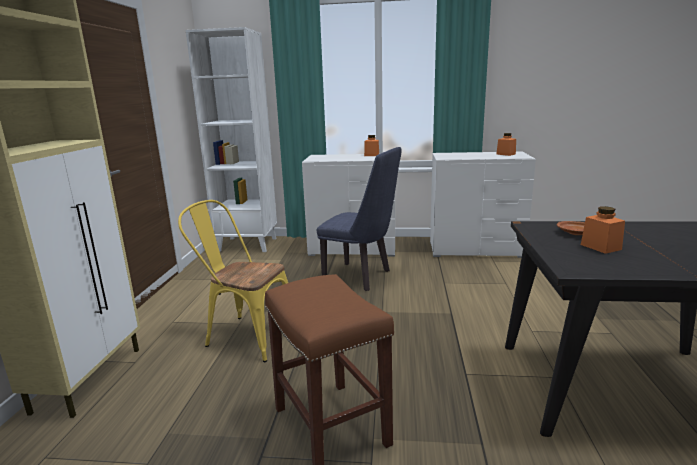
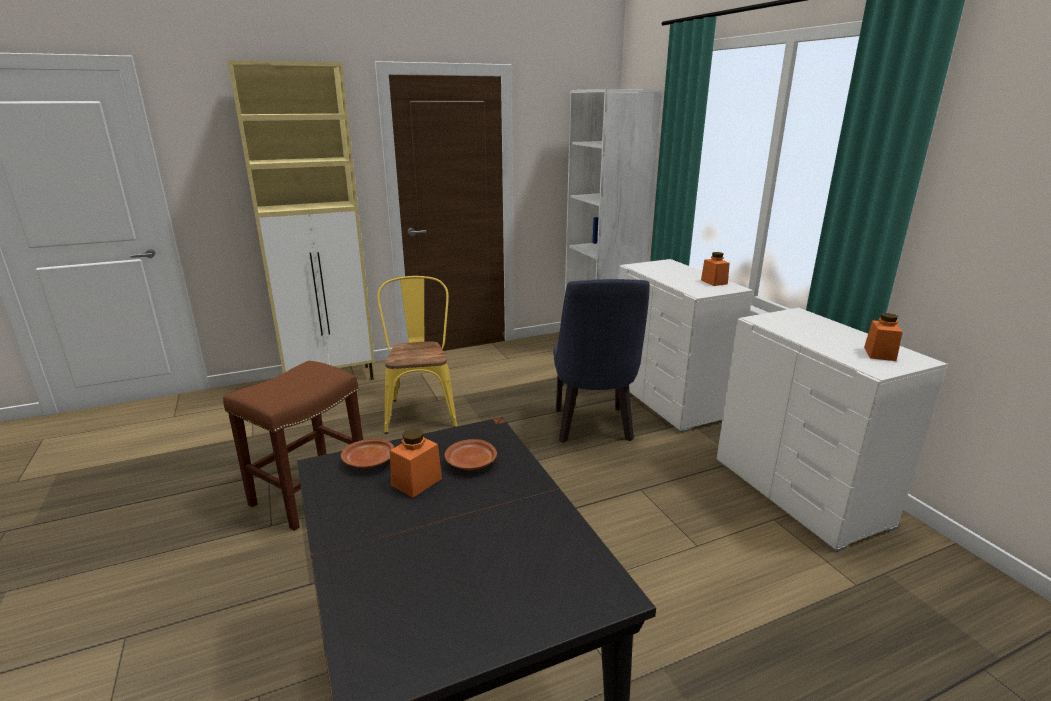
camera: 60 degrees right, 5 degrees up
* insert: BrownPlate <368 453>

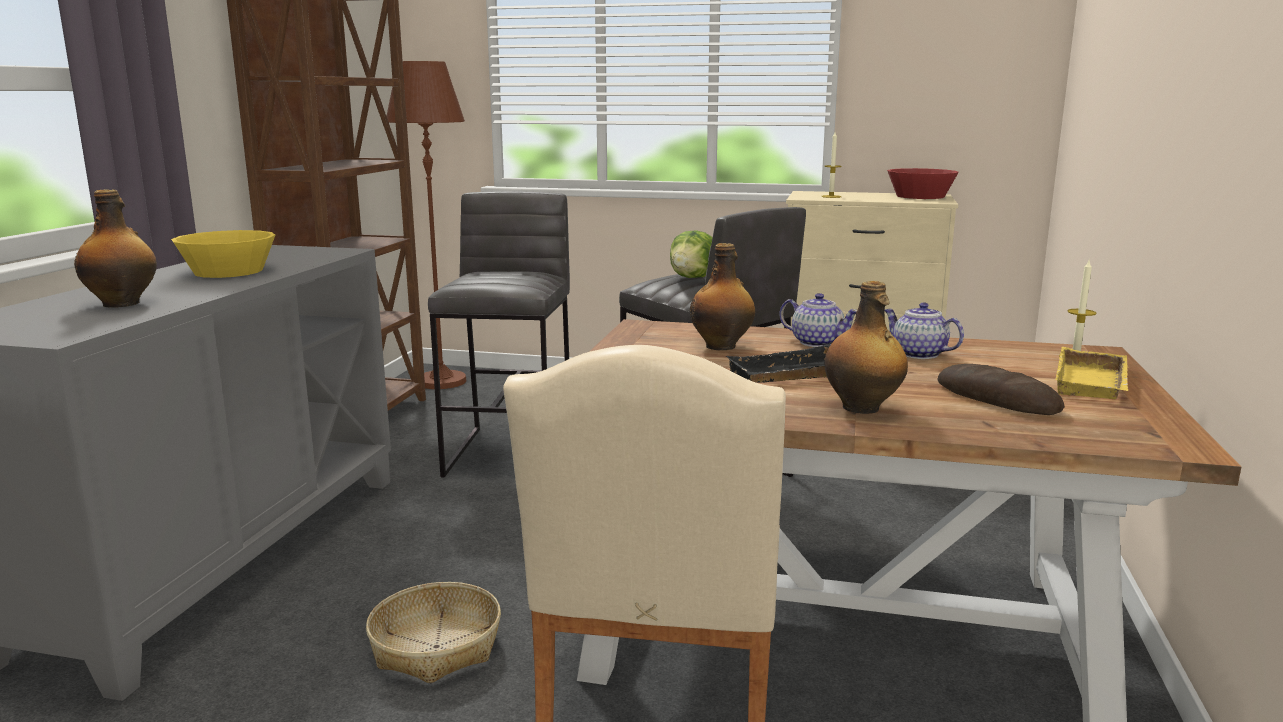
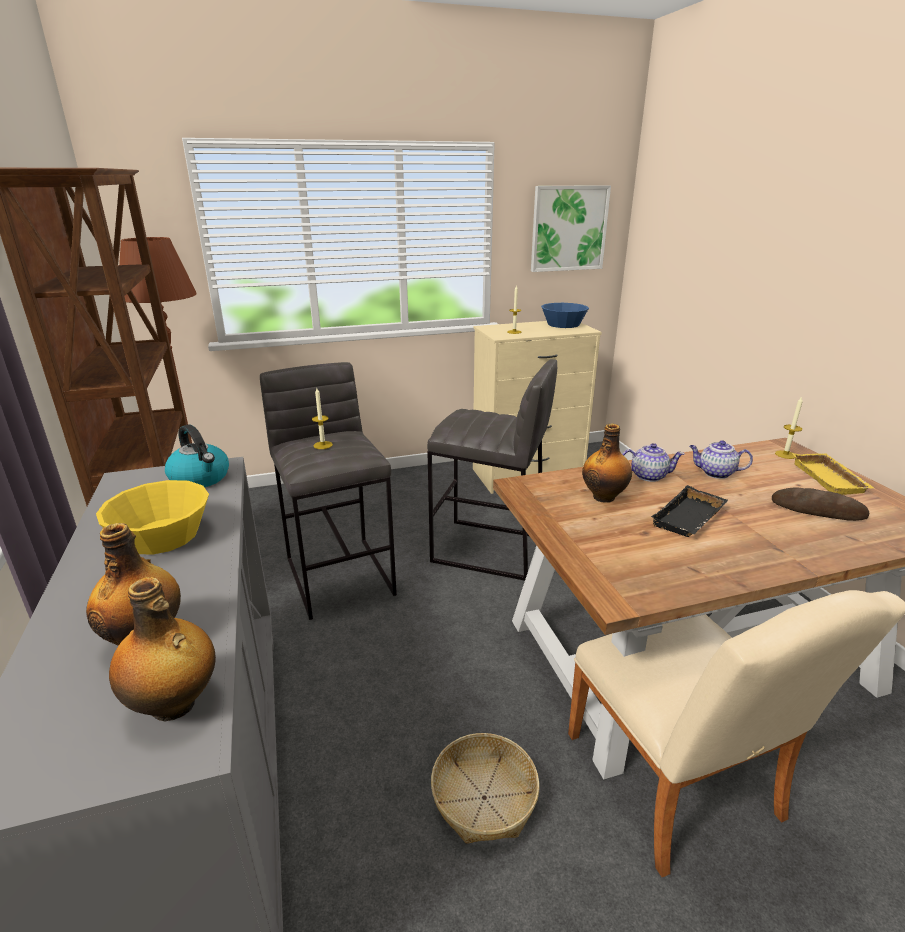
camera: 30 degrees left, 10 degrees up
* recolor: RedBowl <923 183> to BlueBowl <565 315>
* delete: Lettuce <691 254>
* move: Bottle <866 347> to <162 649>
* insert: Picture <571 228>
* insert: Candle <322 418>
* insert: Kettle <197 455>

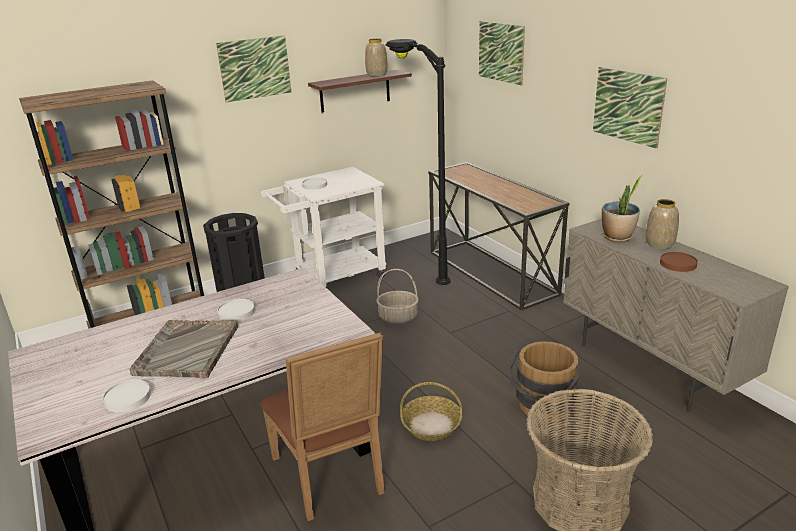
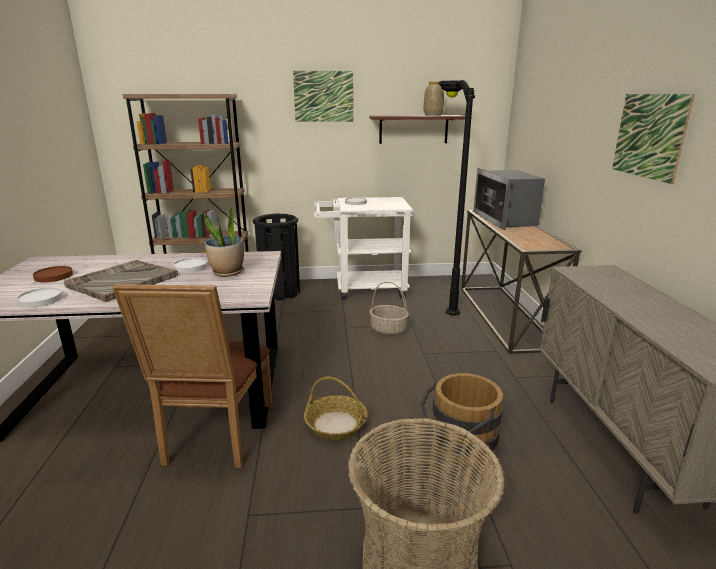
camera: 25 degrees right, 5 degrees down
* delete: Picture <502 53>
* move: PottedPlant <622 208> to <224 242>
* delete: Vase <662 224>
* move: BrownPlate <679 262> to <53 274>
* insert: Microwave <509 199>

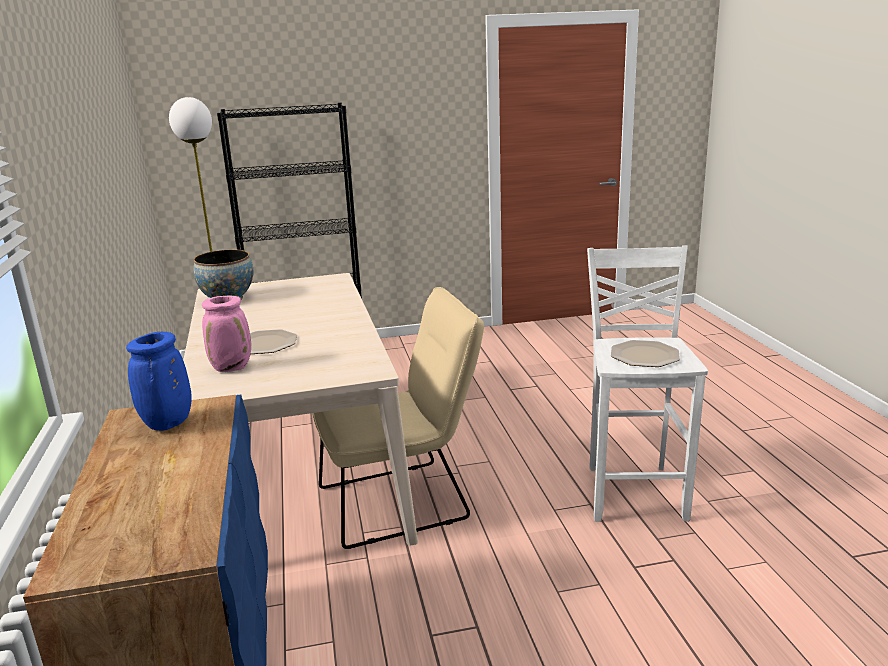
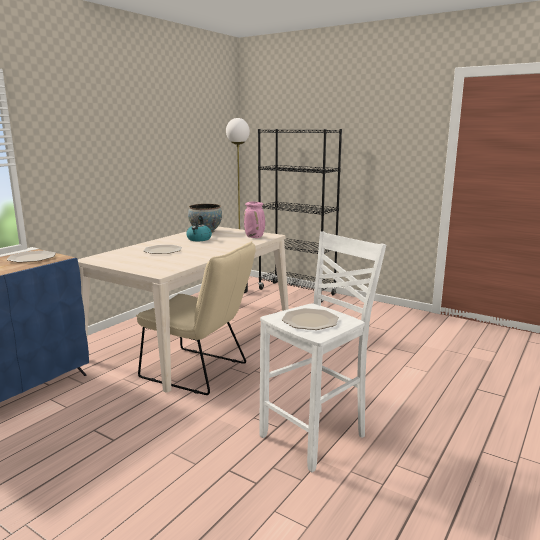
camera: 45 degrees right, 5 degrees down
* move: PinkVase <226 334> to <254 220>
* replace: BlueVase <159 381> to Plate <31 257>
* insert: Kettle <199 228>

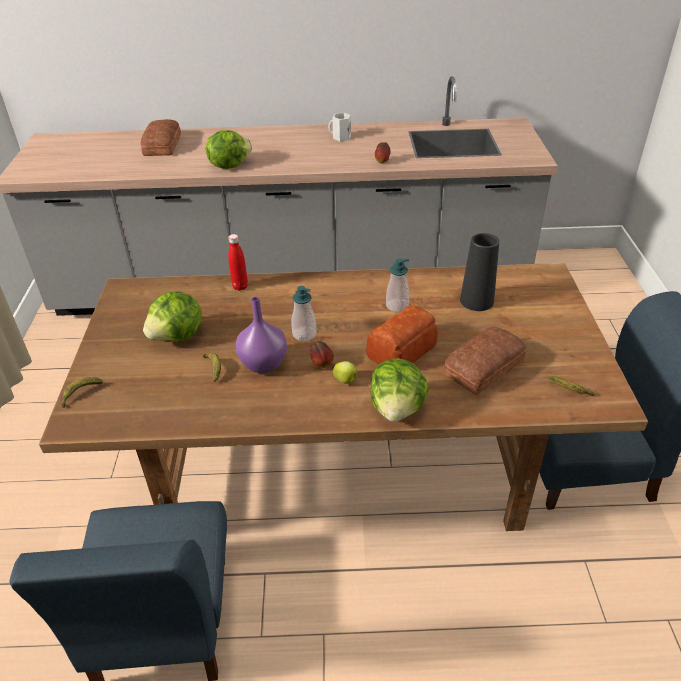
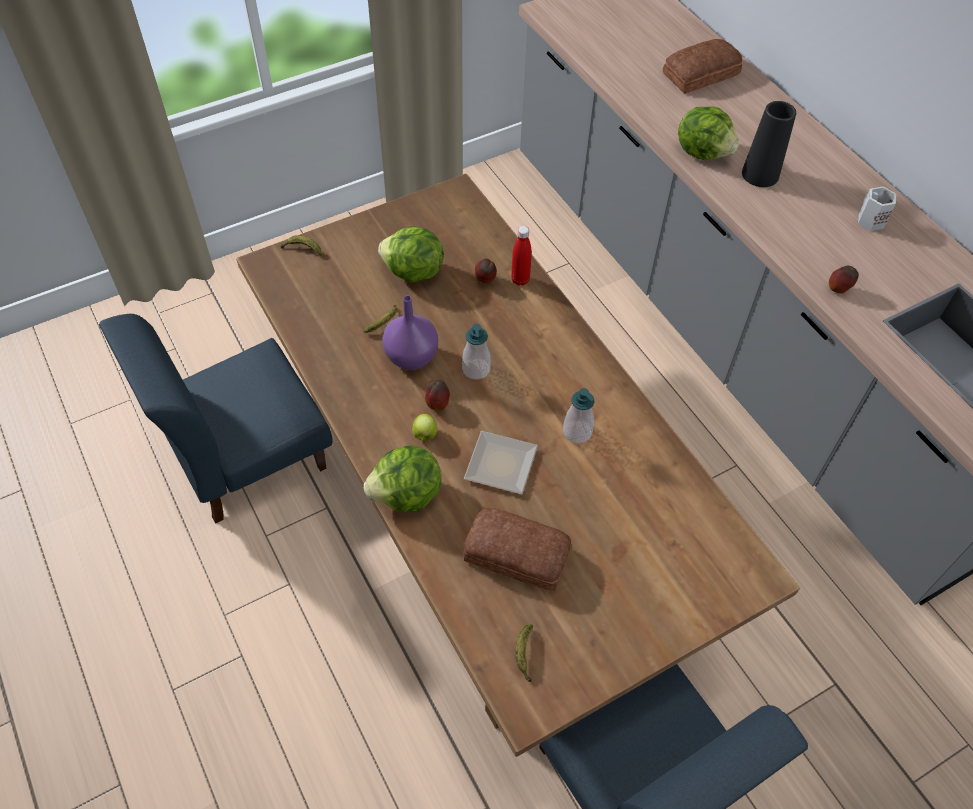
camera: 60 degrees right, 15 degrees up
* move: BlackVase <479 272> to <769 144>
* replace: Bread <402 335> to Plate <501 462>
* insert: Apple <486 271>

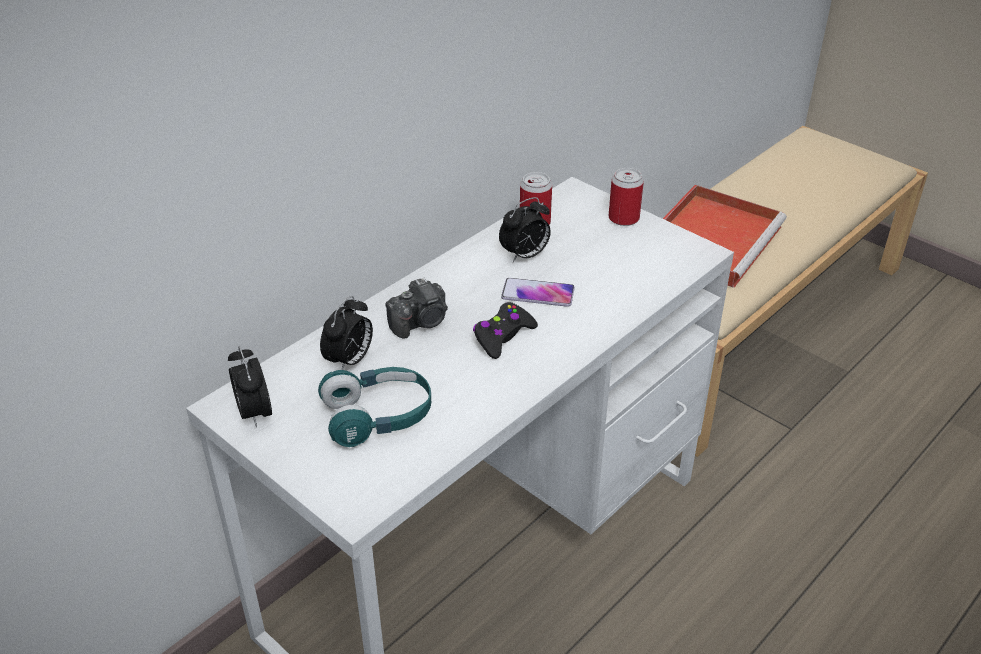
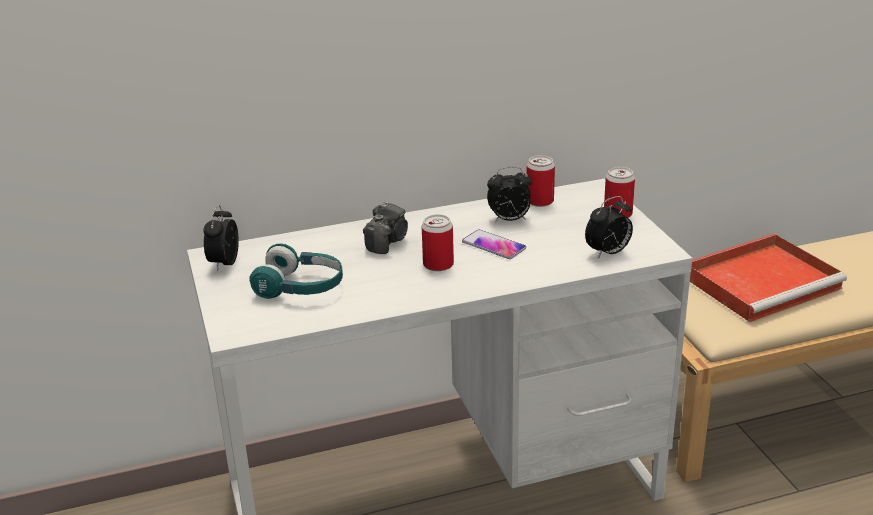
camera: 30 degrees right, 10 degrees down
* rotate: PhotoCamera <416 308> = <385 228> 60 degrees counterclockwise
* move: AlarmClock <346 333> to <609 227>
* replace: BlackGameController <505 330> to Can <438 242>

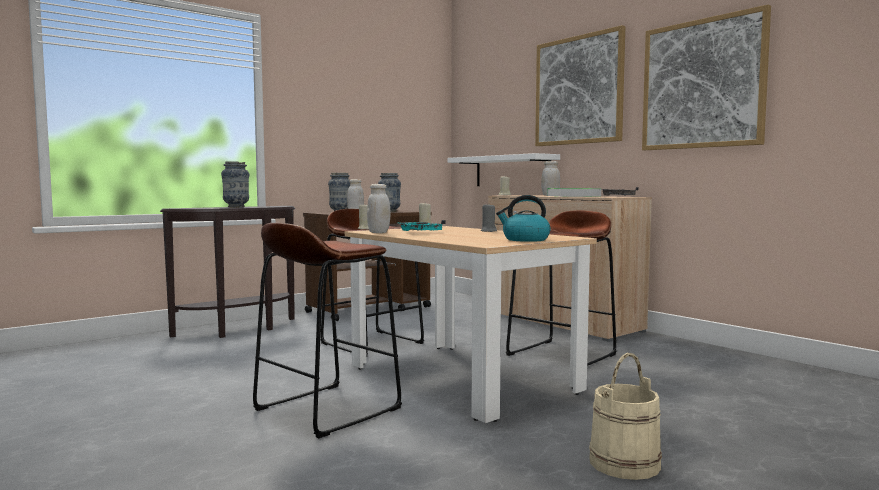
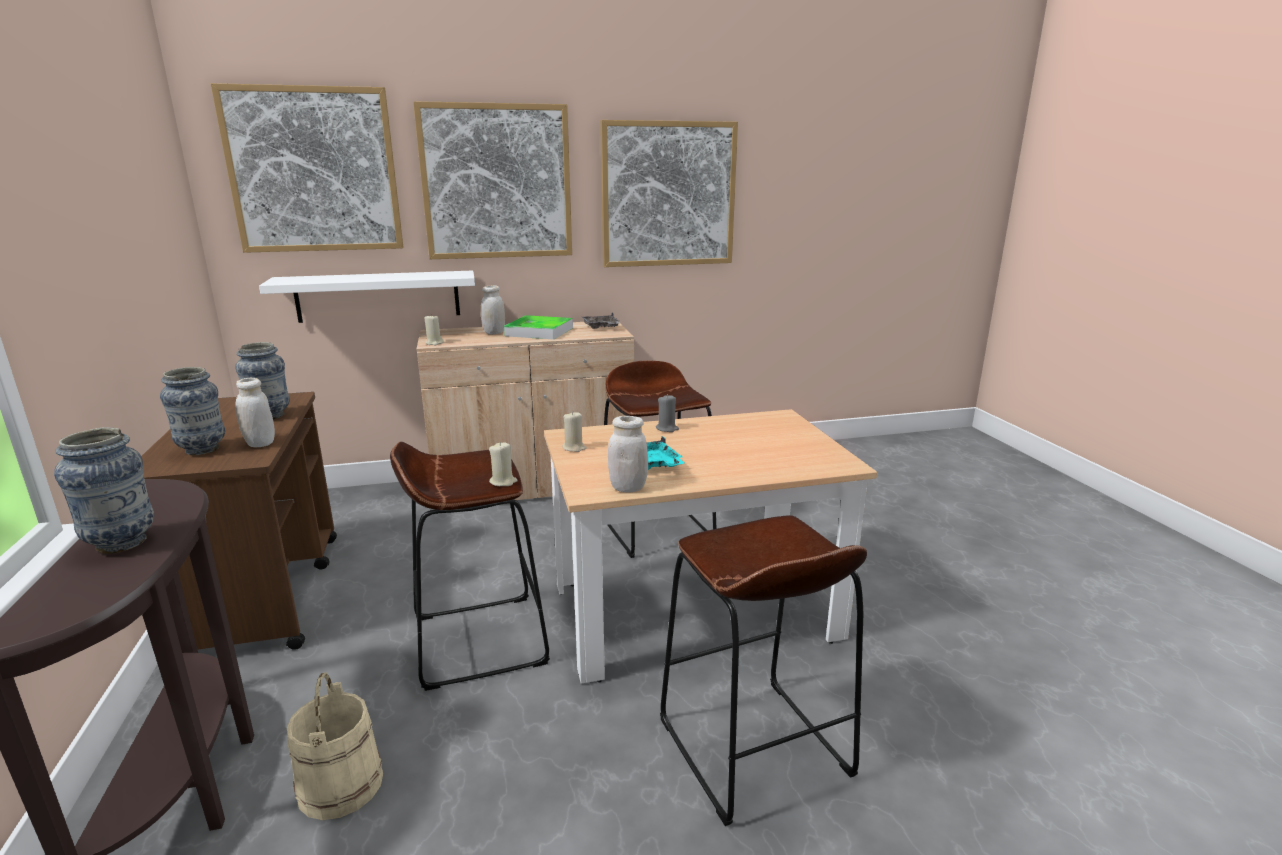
camera: 65 degrees left, 15 degrees up
* delete: Kettle <523 218>
* move: BeigeBucket <625 416> to <335 746>
* insert: Picture <307 168>

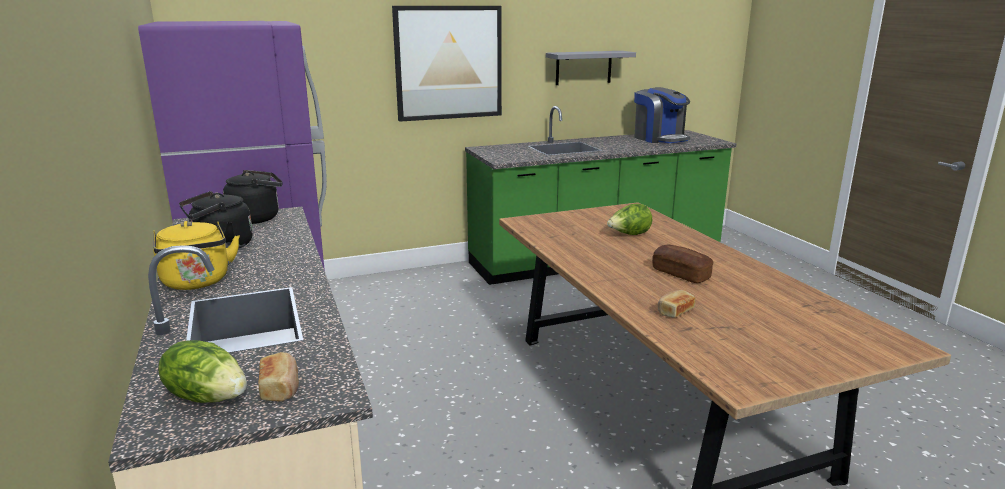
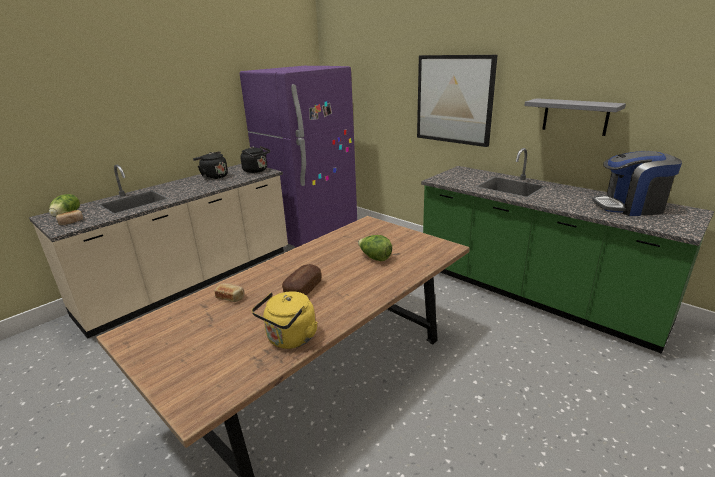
camera: 65 degrees right, 5 degrees up
* rotate: CoffeeMachine <662 115> = <637 183> 60 degrees clockwise
* move: YellowKettle <196 255> to <285 320>

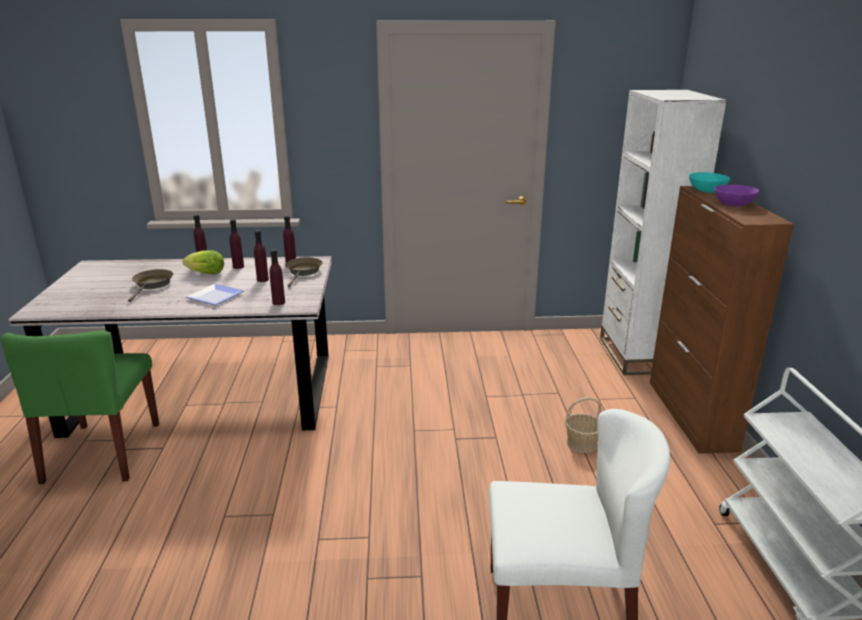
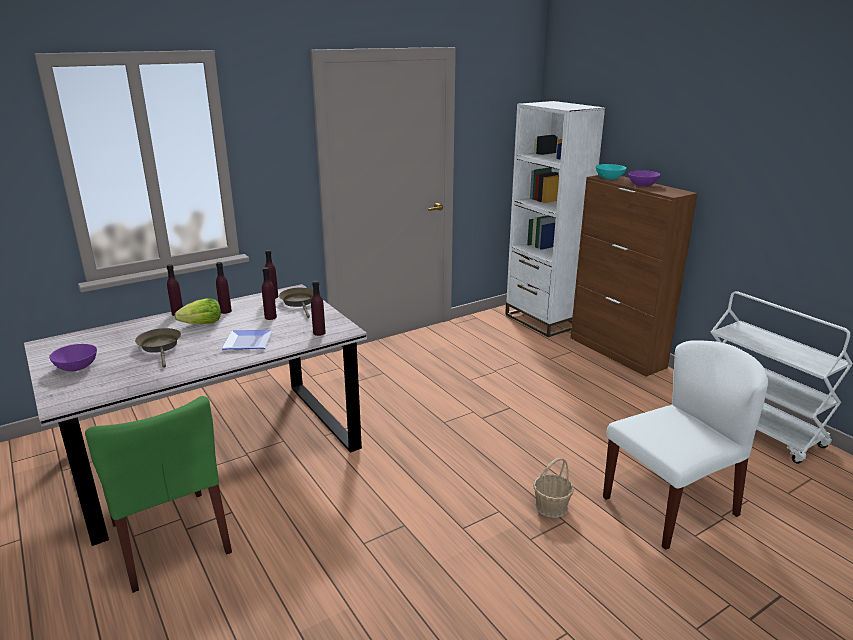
camera: 30 degrees left, 0 degrees up
* move: Basket <583 425> to <553 488>
* insert: PurpleBowl <73 357>

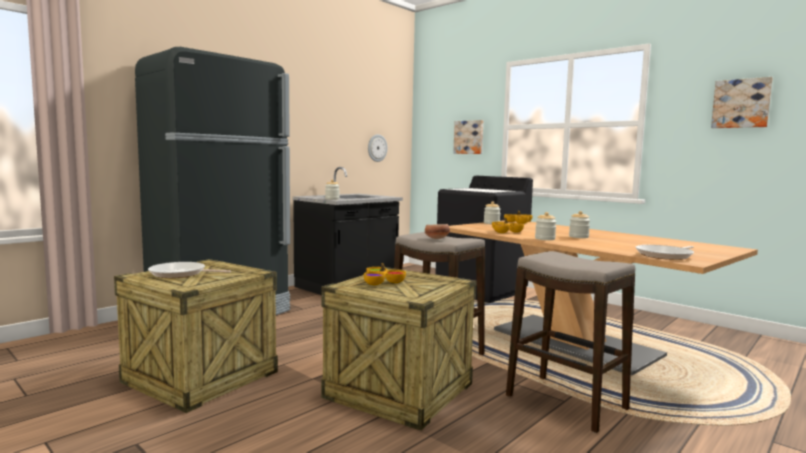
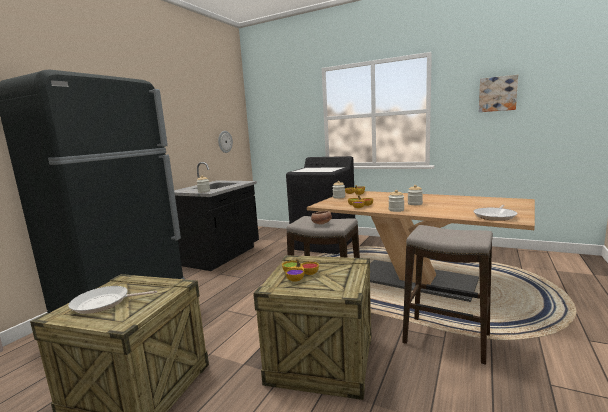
camera: 15 degrees left, 5 degrees up
* delete: Picture <468 137>

